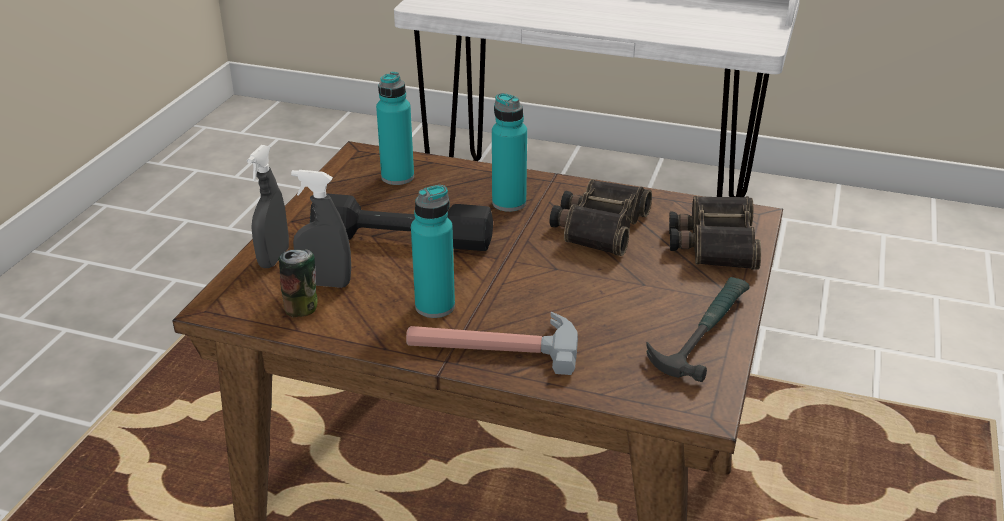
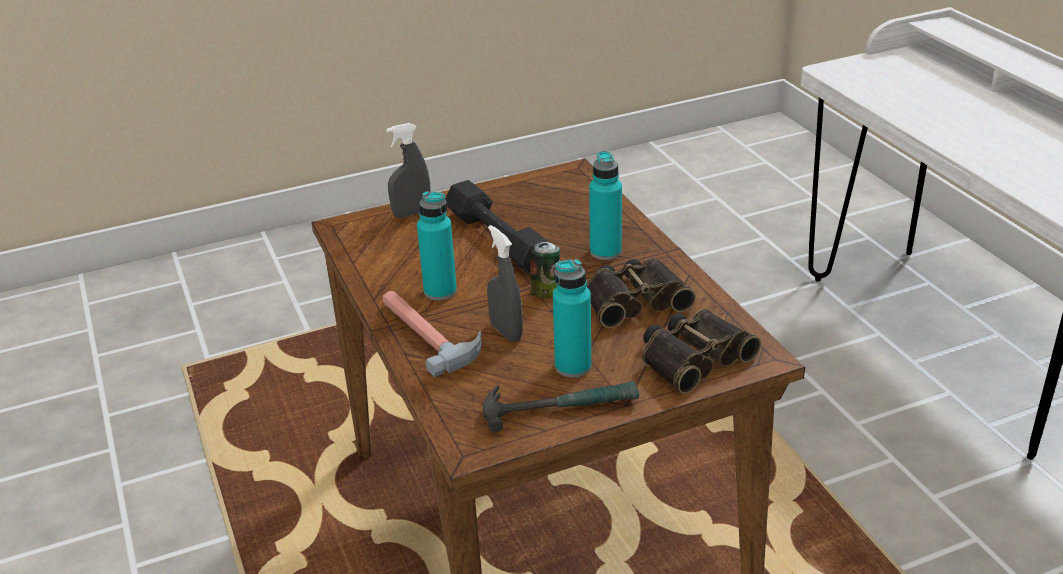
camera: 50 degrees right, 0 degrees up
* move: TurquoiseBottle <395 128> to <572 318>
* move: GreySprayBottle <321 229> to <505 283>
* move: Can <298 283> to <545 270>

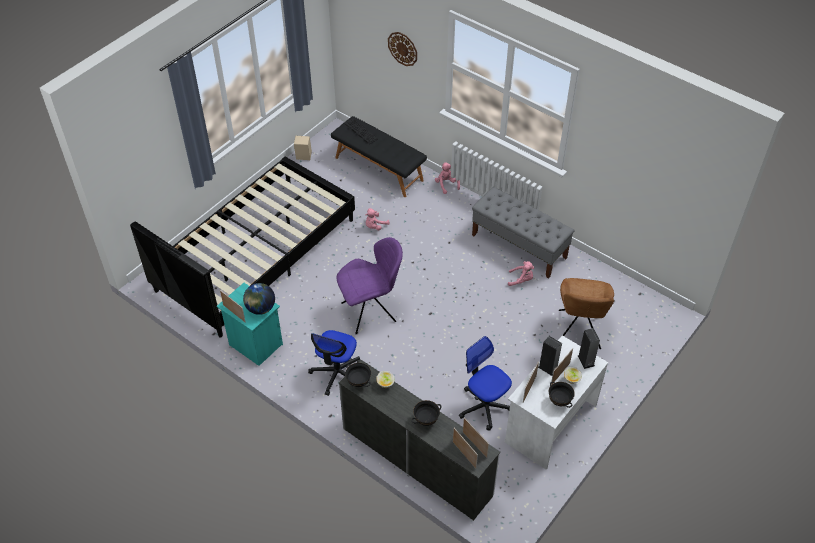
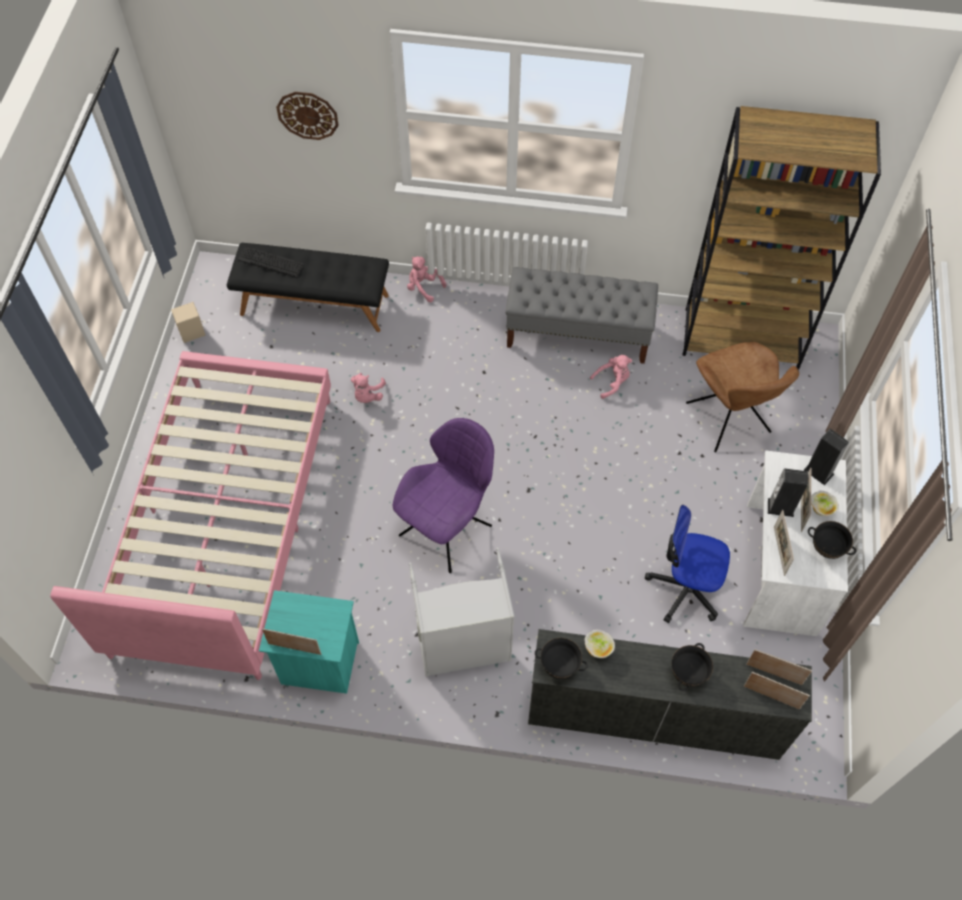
camera: 30 degrees left, 10 degrees up
* recolor: BlackBed <242 247> to PinkBed <190 515>
* delete: Globe <259 299>
* replace: OfficeChair <334 363> to GreyLaundryBasket <462 612>
* insert: BrownBookcase <781 237>

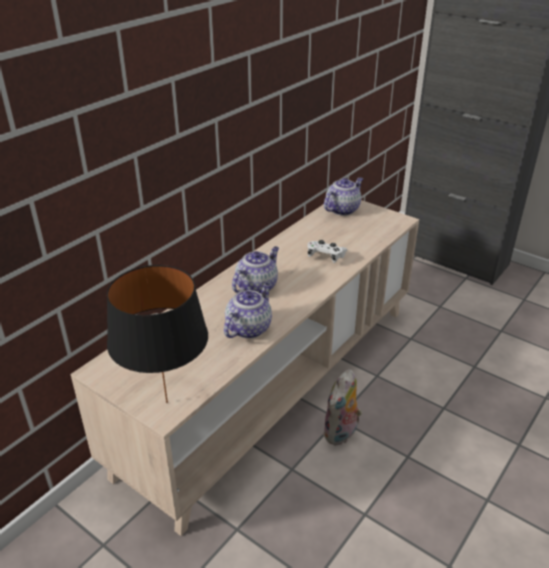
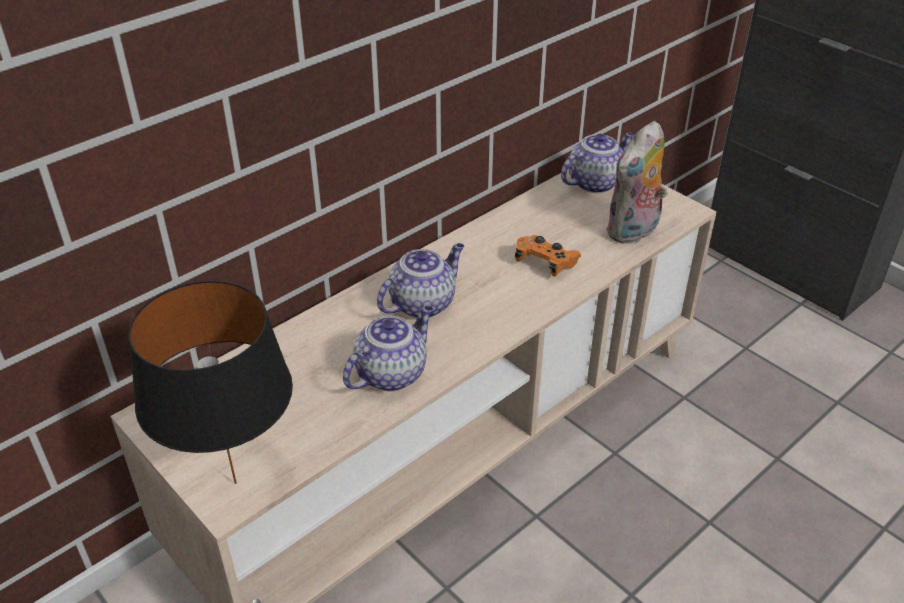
camera: 10 degrees right, 5 degrees up
* recolor: WhiteGameController <327 251> to OrangeGameController <548 256>
* move: PlushToy <342 407> to <636 182>

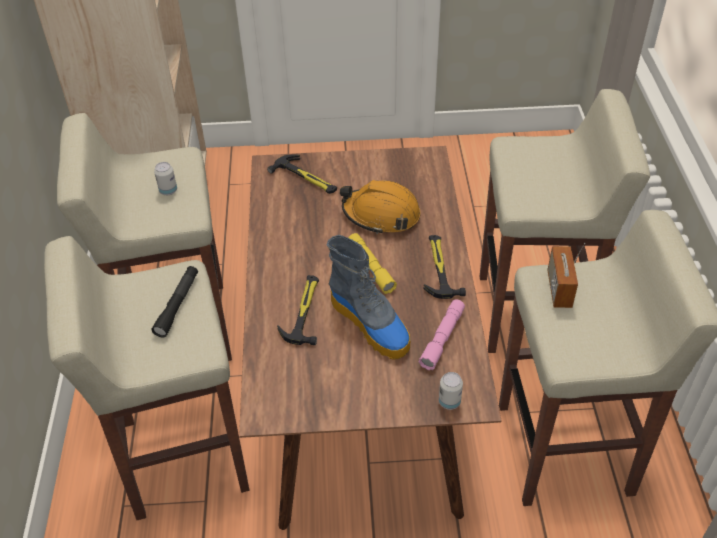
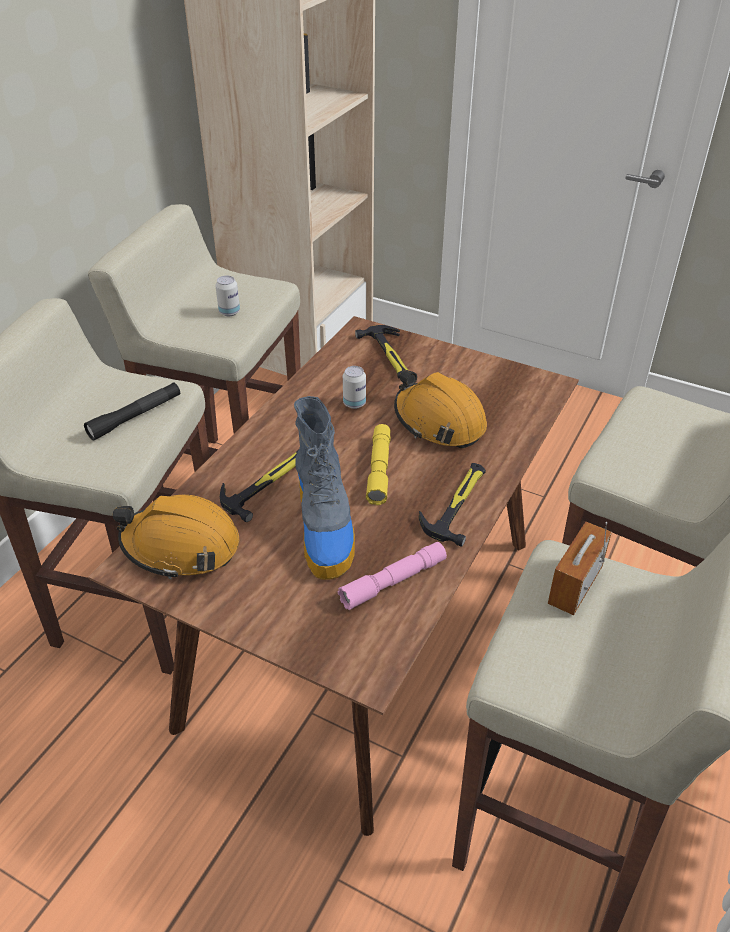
camera: 30 degrees right, 5 degrees down
* move: Can <451 391> to <354 387>
* insert: OrangeHardHat <176 537>

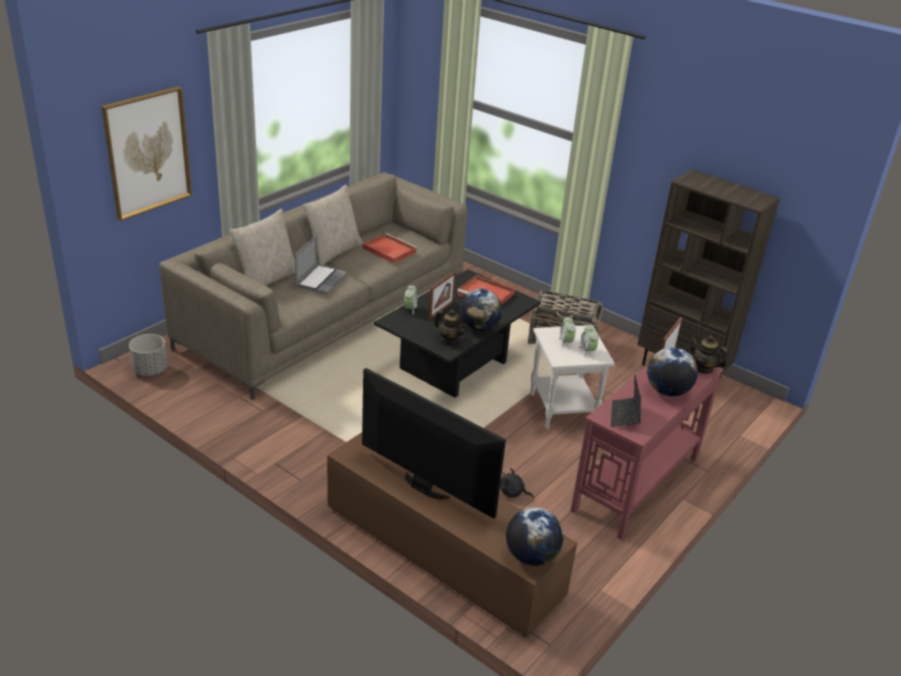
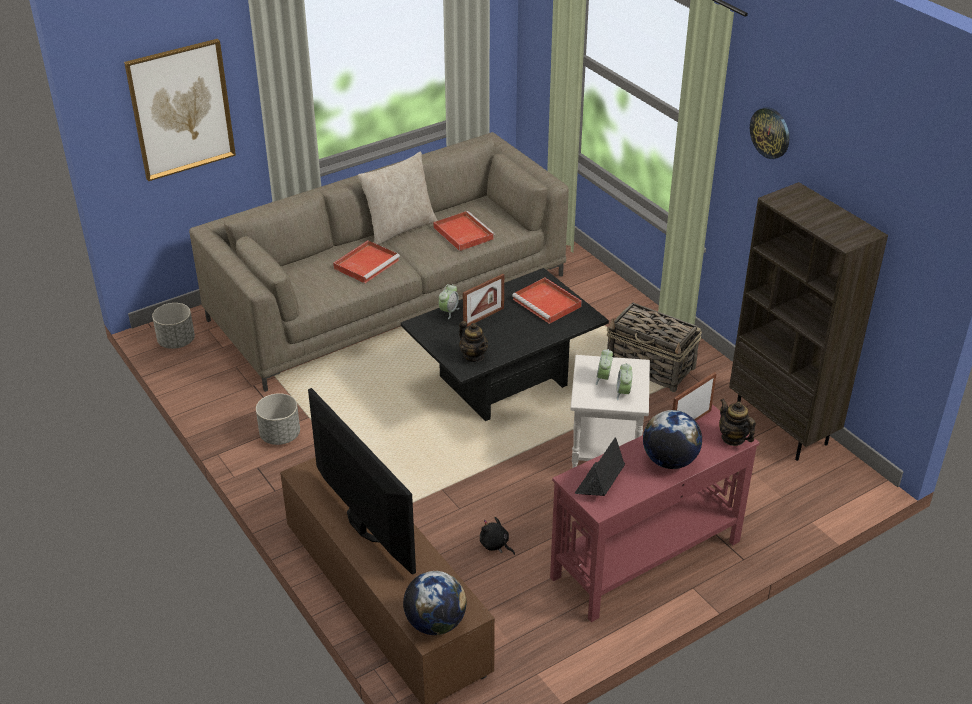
camera: 20 degrees right, 5 degrees up
* delete: BeigePillow <262 247>
* replace: Laptop <321 264> to RedTray <366 262>
* delete: Globe <481 310>
* insert: WallClock <770 133>
* insert: GreyPlanter <278 419>

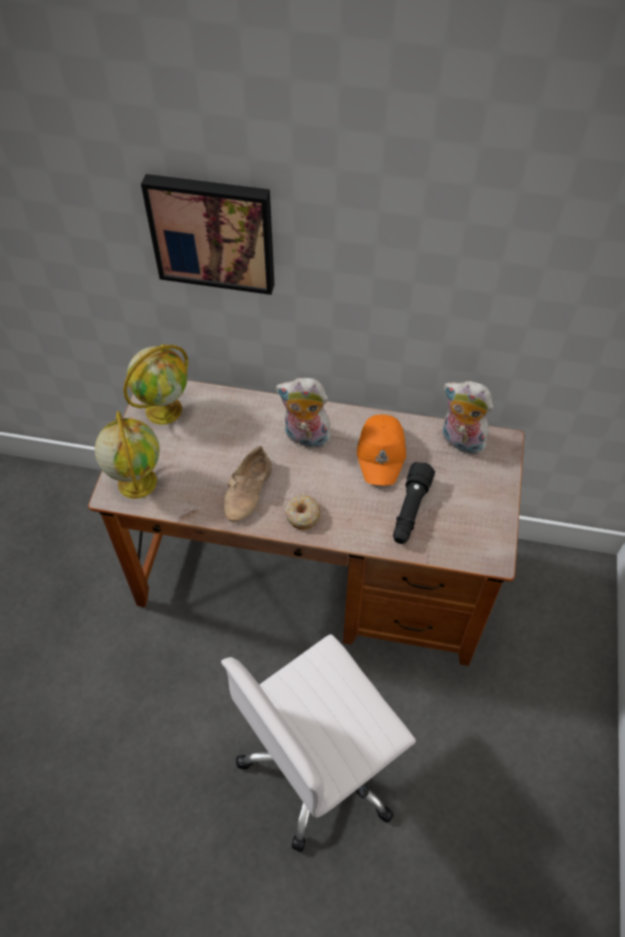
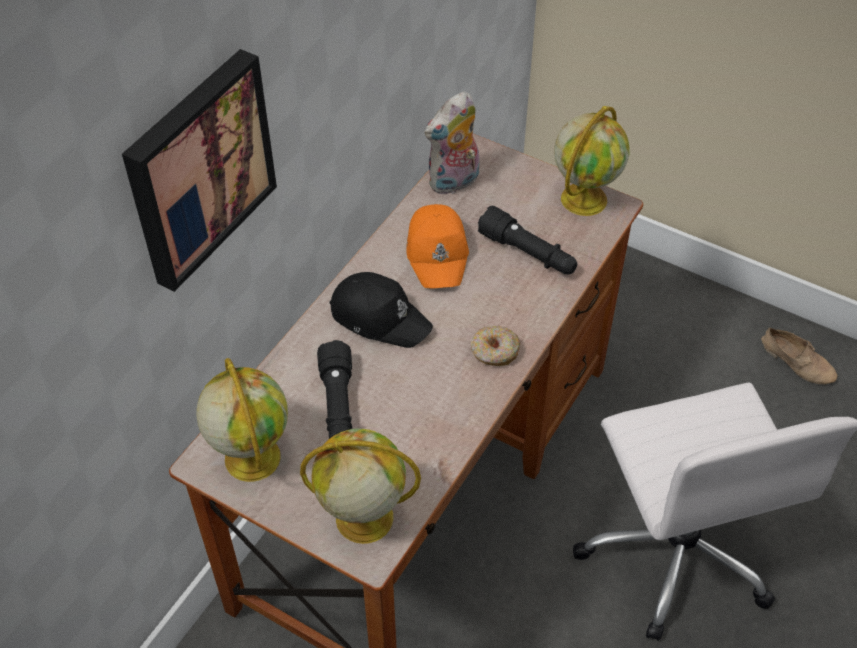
camera: 70 degrees left, 5 degrees down
* replace: PlushToy <303 413> to BlackCap <381 310>
* rotate: OrangeCap <381 450> = <437 246> 60 degrees clockwise
* move: BeigeShoe <248 484> to <799 356>
* insert: Globe <592 161>
* insert: BlackFlashlight <334 389>

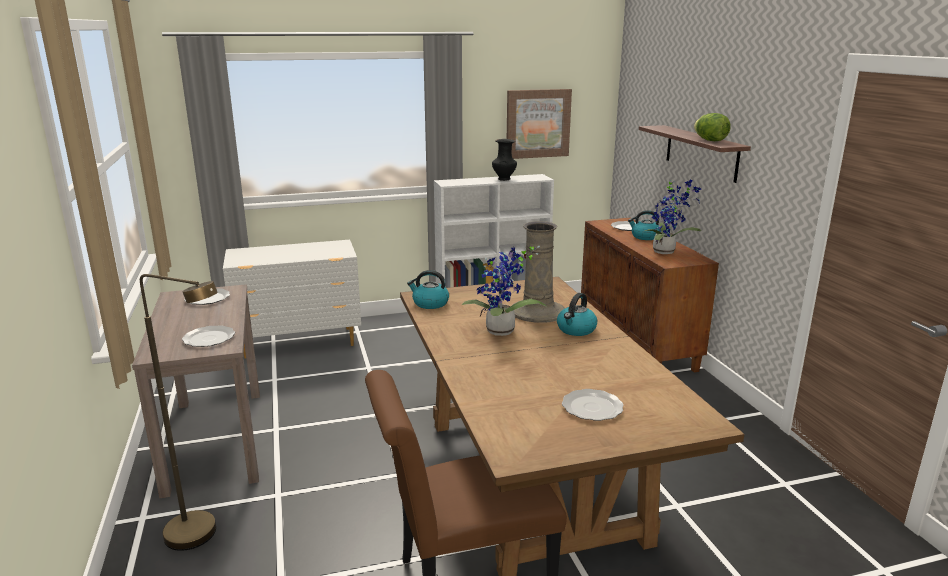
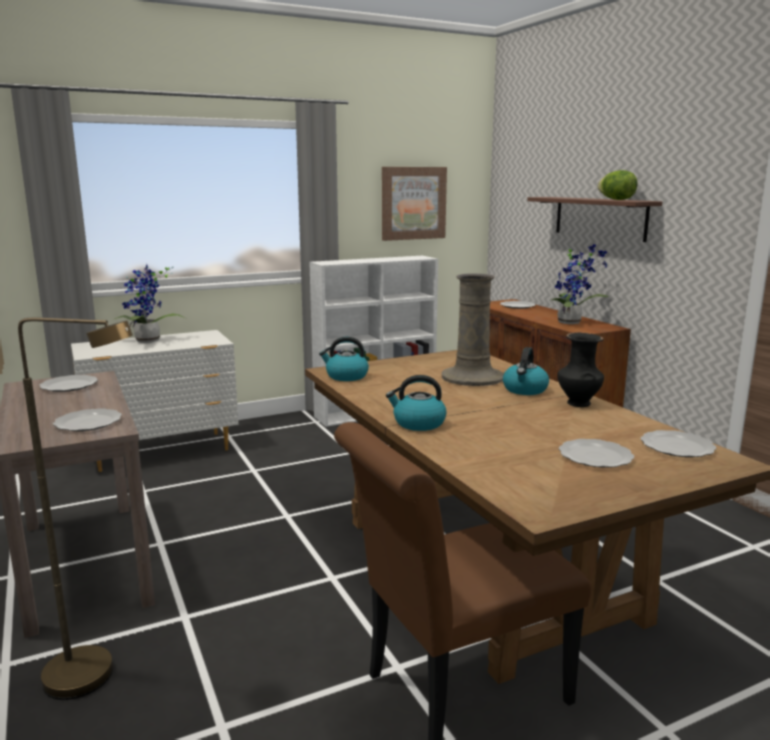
camera: 10 degrees left, 5 degrees down
* move: BlackVase <504 160> to <580 369>
* move: Kettle <644 225> to <416 403>
* move: PottedPlant <504 291> to <150 304>
* insert: Plate <678 443>

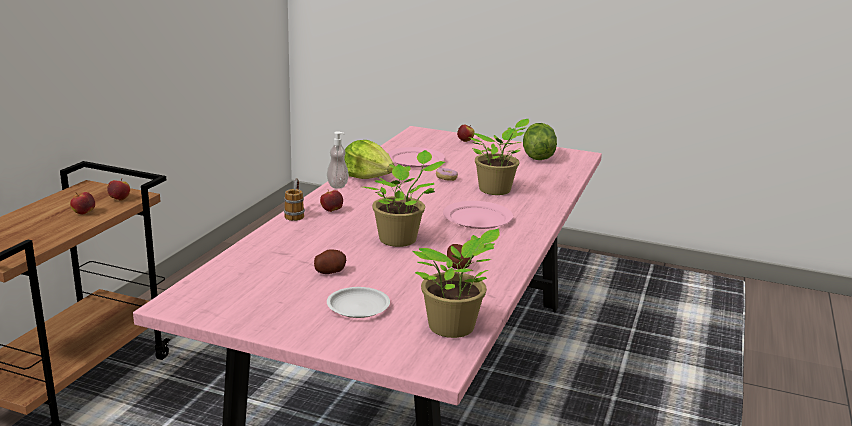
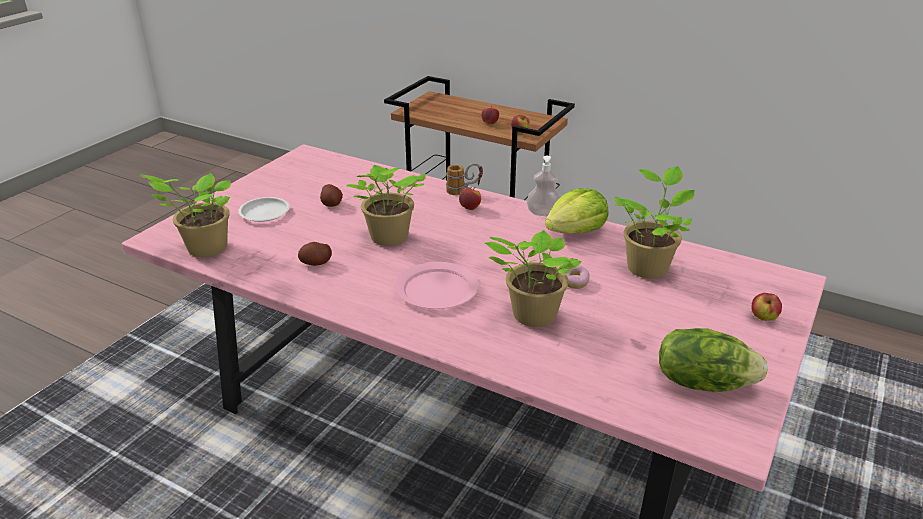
camera: 100 degrees right, 10 degrees up
* replace: PinkPlate <416 157> to PottedPlant <654 222>

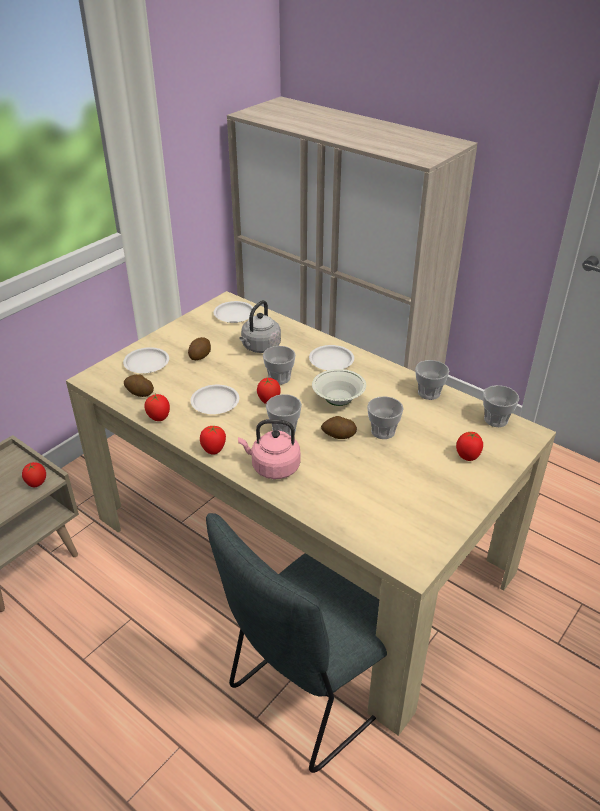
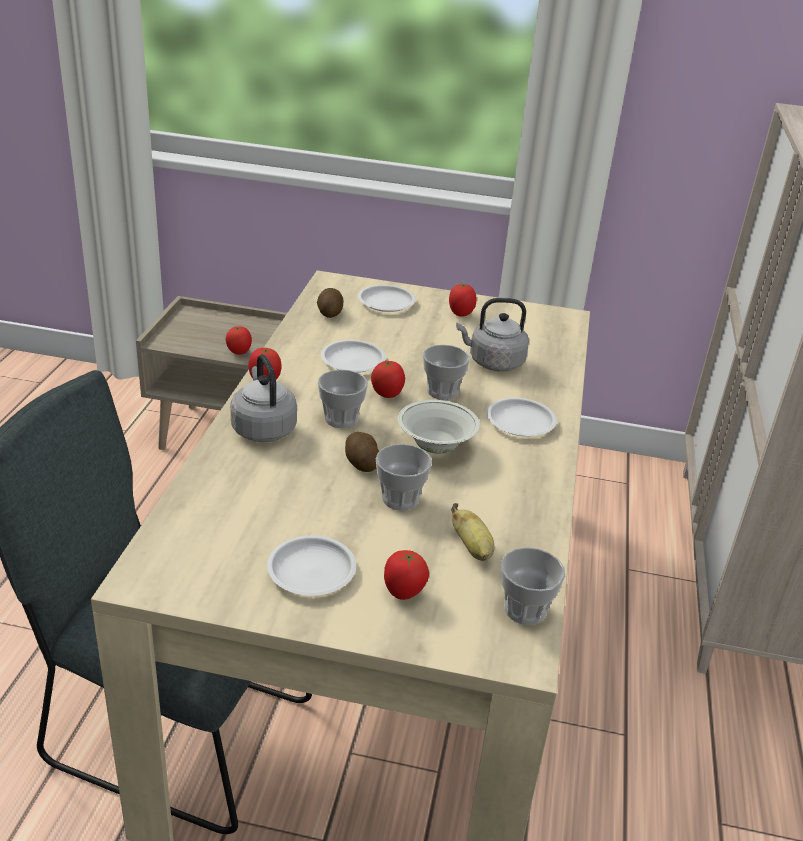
camera: 60 degrees right, 5 degrees down
* move: WhitePlate <233 312> to <311 566>
* delete: Potato <199 348>
* delete: Cup <432 380>
* move: Tomato <157 407> to <463 300>
* recolor: PinkKettle <269 449> to GreyKettle <263 398>
* insert: Banana <473 532>

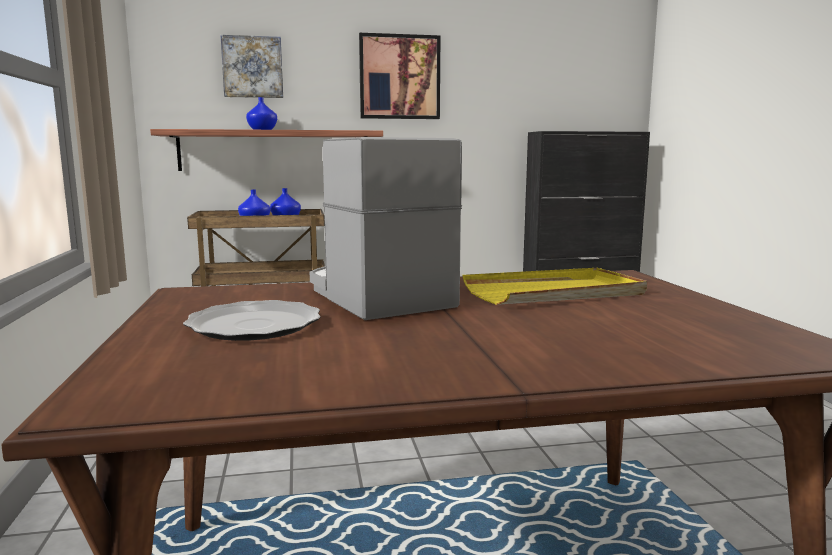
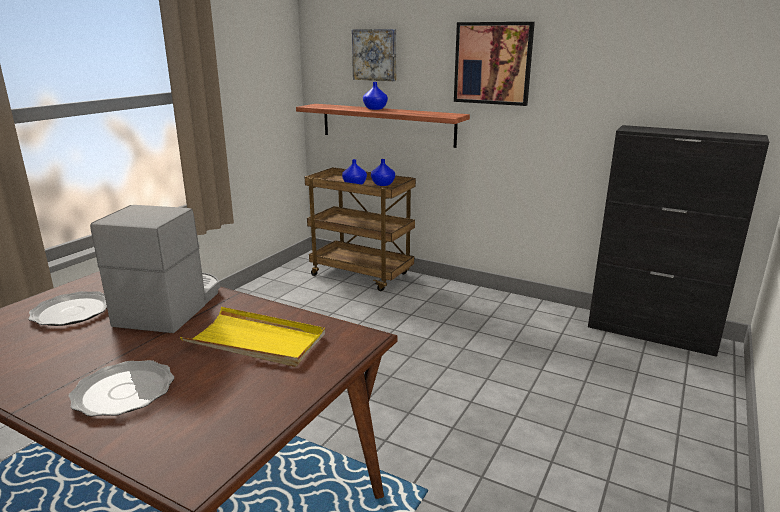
camera: 40 degrees right, 10 degrees up
* insert: Plate <121 388>

